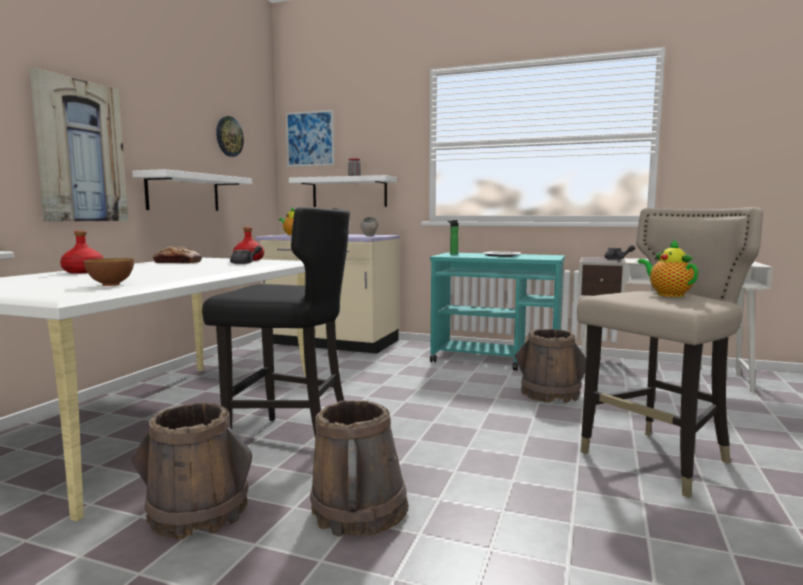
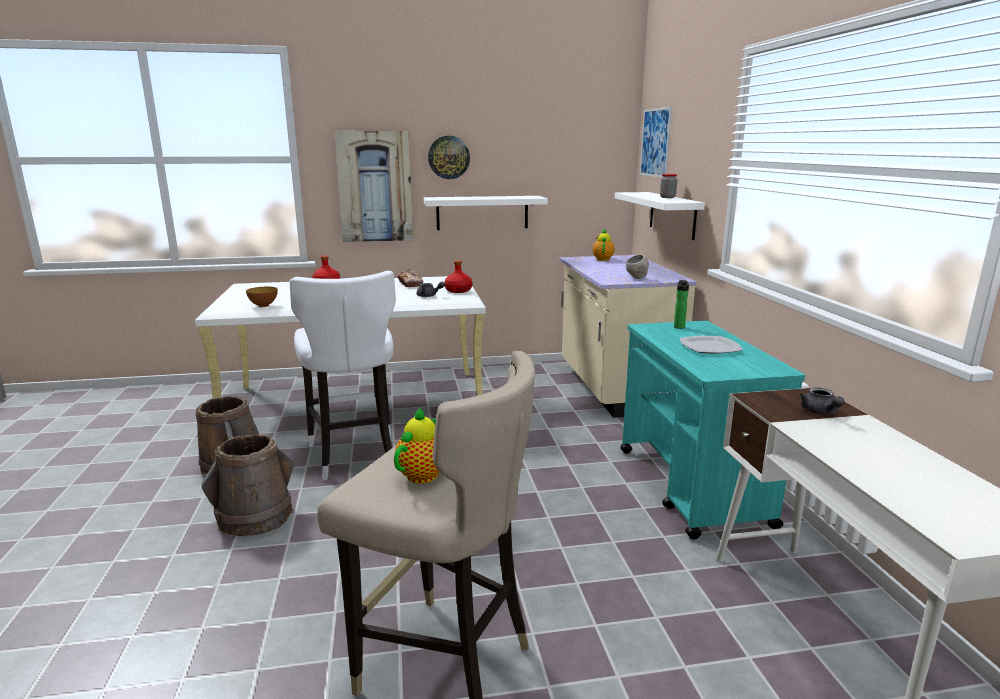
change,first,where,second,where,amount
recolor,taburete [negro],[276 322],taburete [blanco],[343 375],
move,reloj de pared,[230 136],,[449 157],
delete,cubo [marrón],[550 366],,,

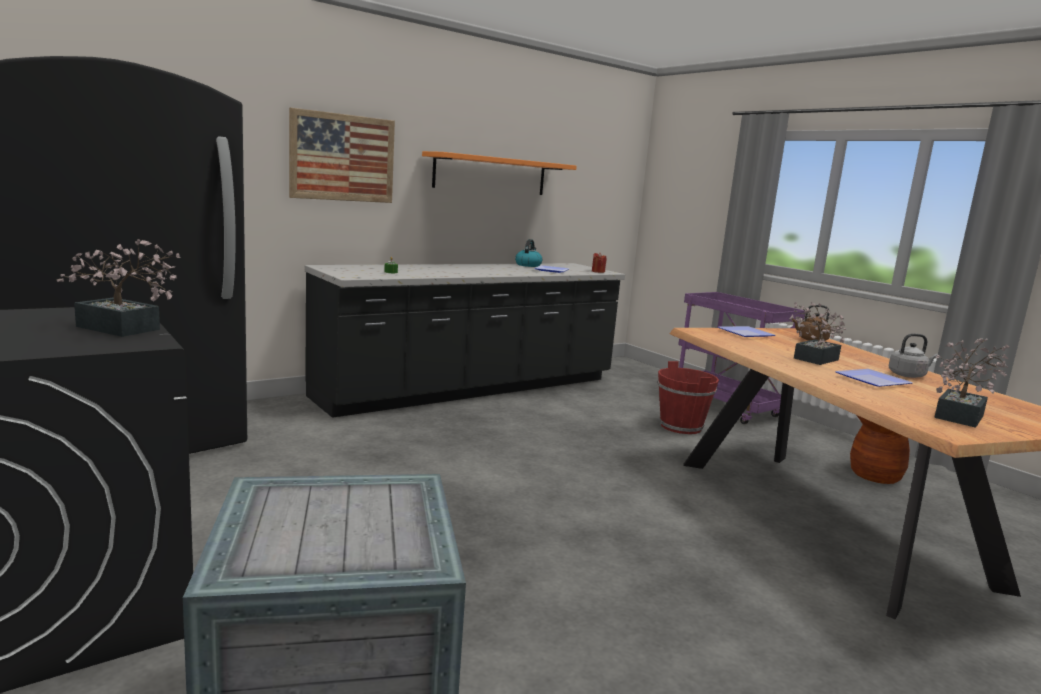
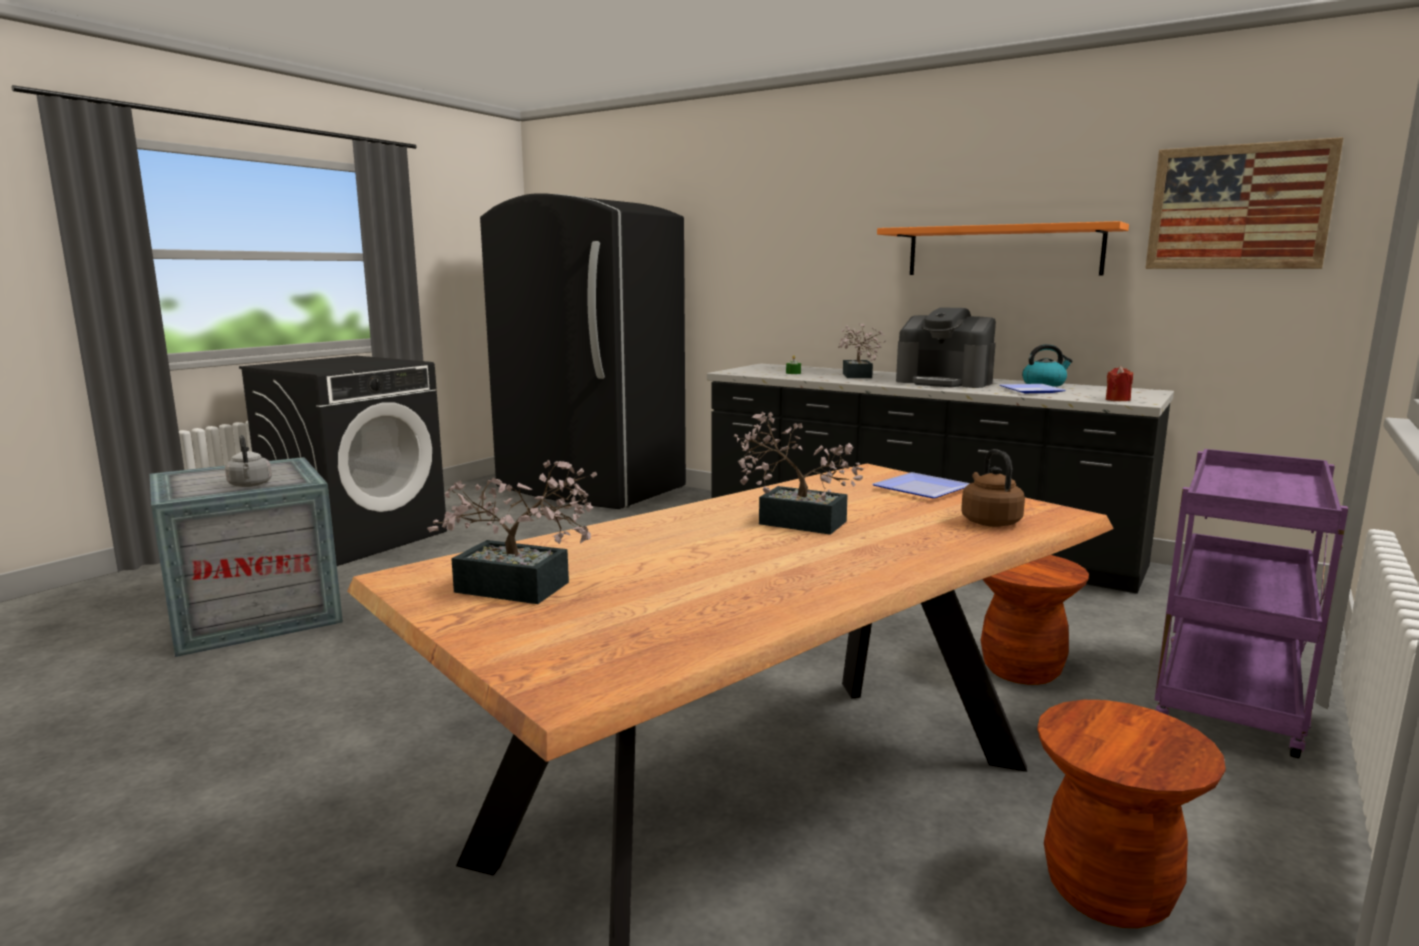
change,first,where,second,where,amount
move,hervidor [gris],[913 356],,[248 461],
move,planta en maceta,[118 288],,[862 350],
insert,,,cafetera,[946 347],
replace,cubo [rojo],[688 397],taburete [marrón],[1035 620],
move,cuadro,[342 155],,[1244 203],
delete,plato,[874 378],,,

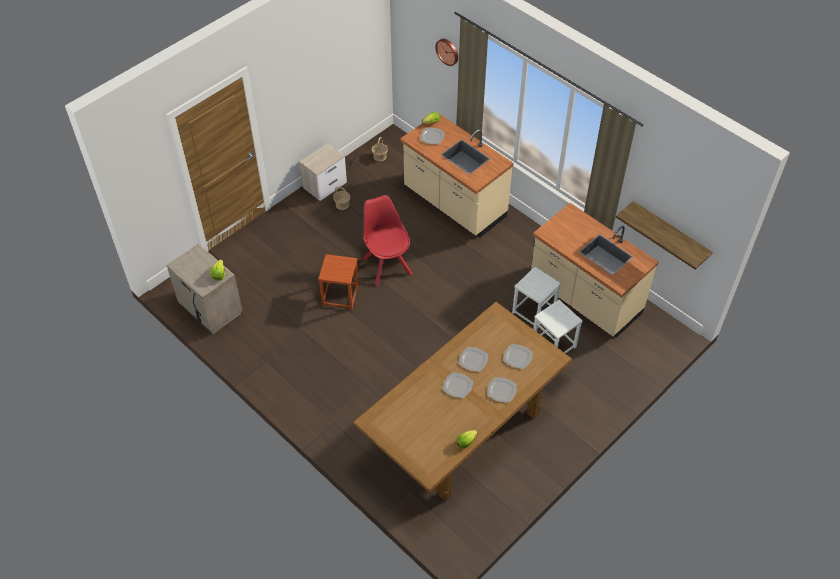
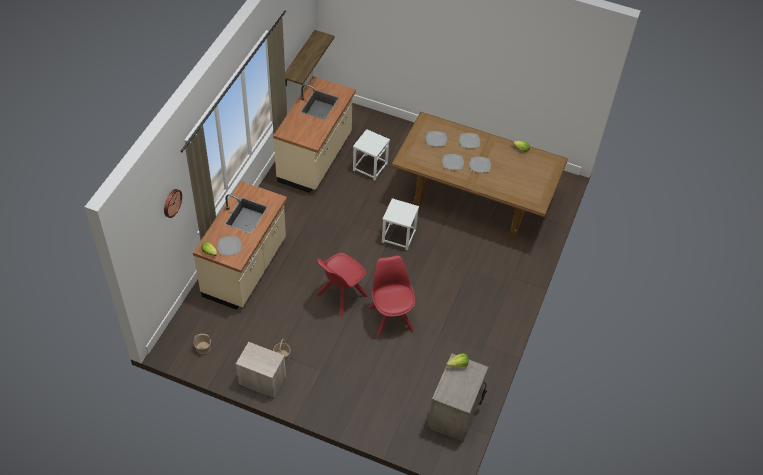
change,first,where,second,where,amount
replace,taburete [marrón],[338 282],silla [rojo],[392 297],
move,taburete [blanco],[536 298],,[400 224],

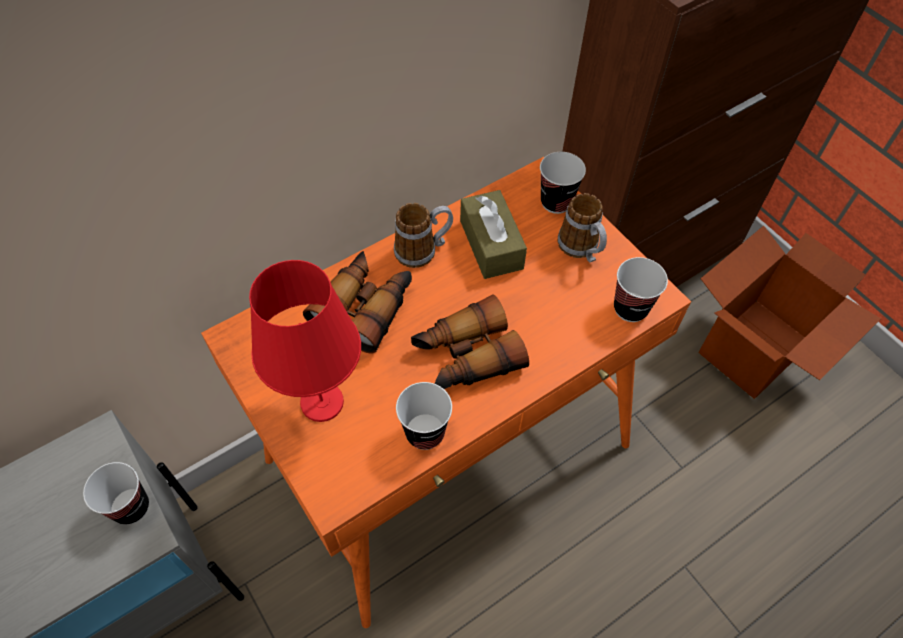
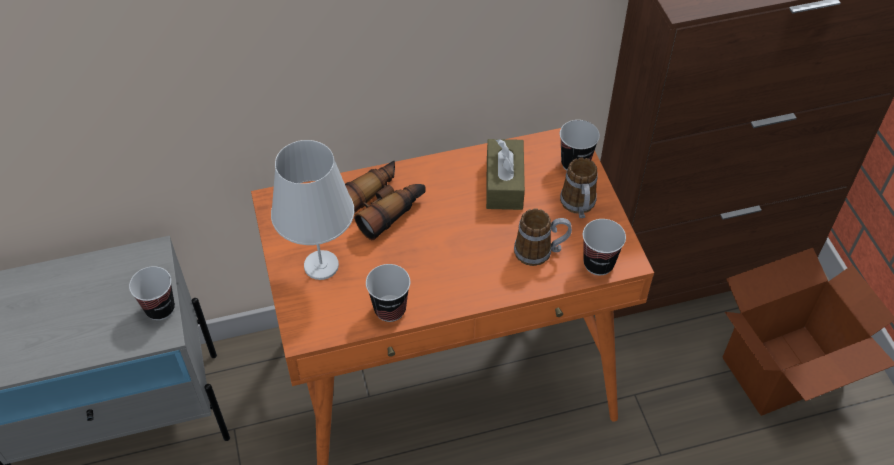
change,first,where,second,where,amount
recolor,lámpara de mesa [rojo],[305 341],lámpara de mesa [blanco],[312 210],
move,taza grande,[423 235],,[543 237],
delete,prismáticos,[470 341],,,

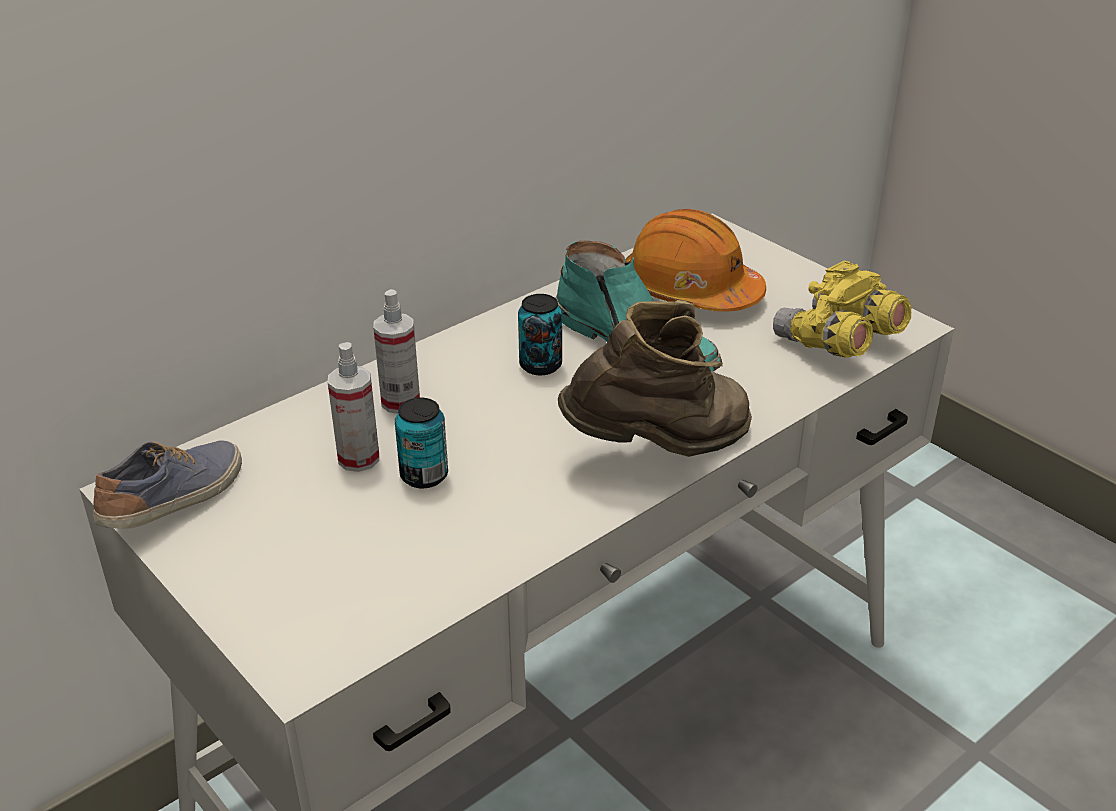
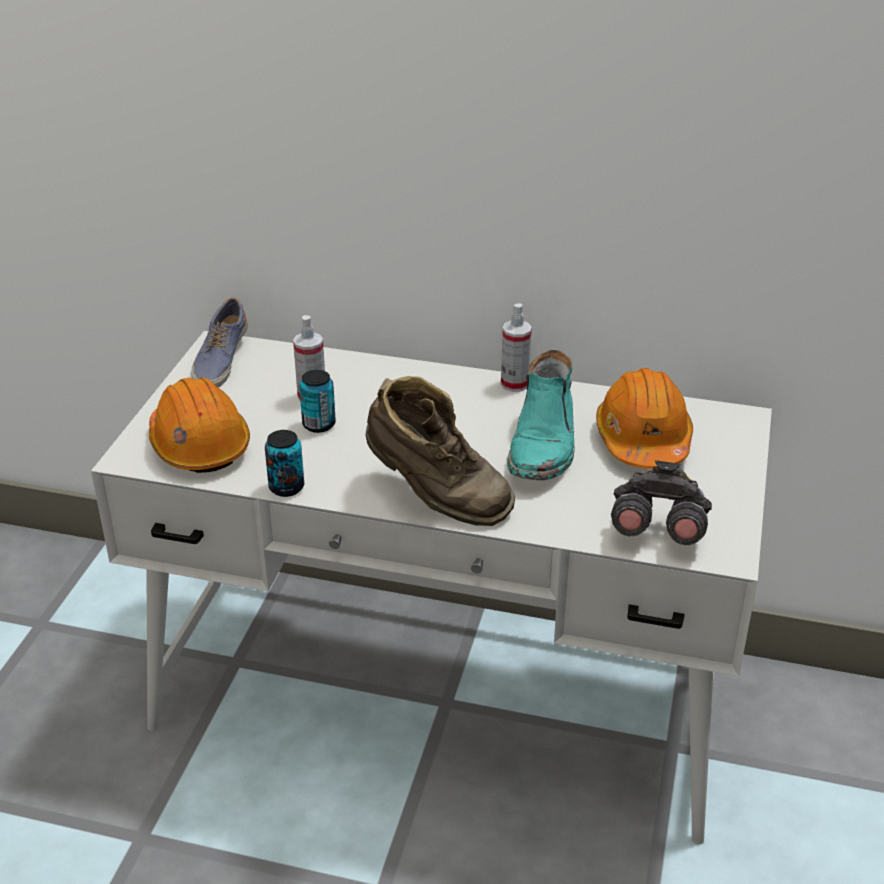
change,first,where,second,where,amount
insert,,,casco [naranja],[199 425],
rotate,zapato,[167 485],,[219 342],105 degrees clockwise
move,lata,[540 334],,[284 463],
move,pulverizador,[396 351],,[516 347],
recolor,prismáticos [amarillo],[842 309],prismáticos [gris],[661 502],

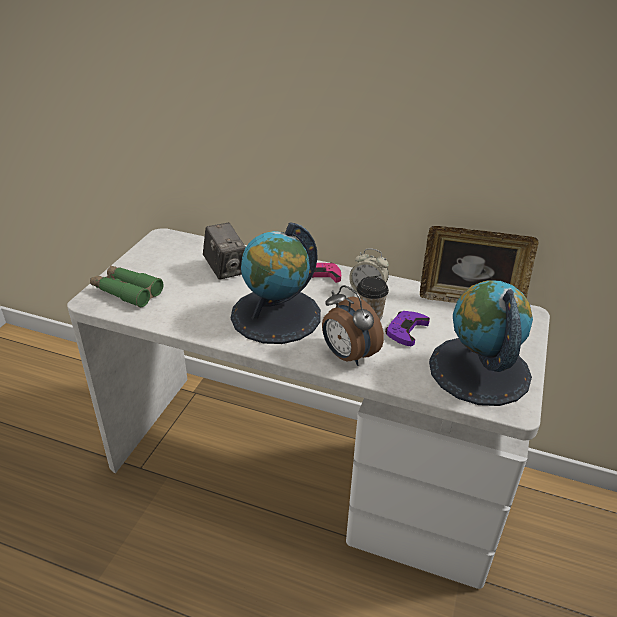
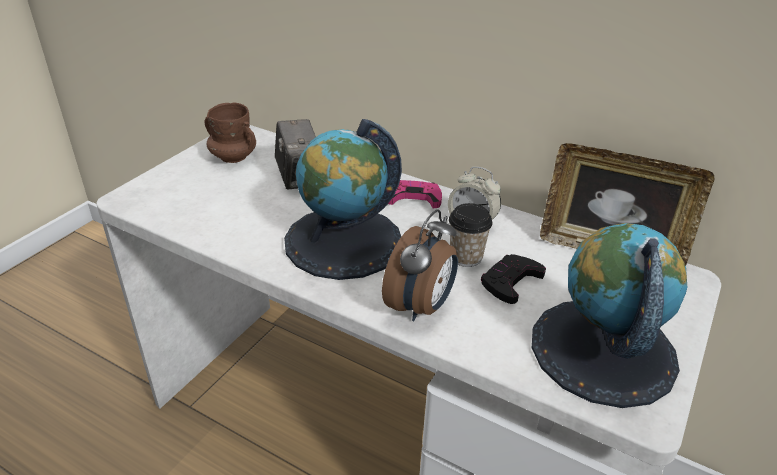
change,first,where,second,where,amount
insert,,,taza grande [marrón],[230 132],
rotate,despertador,[353 325],,[420 265],120 degrees counterclockwise
recolor,mando de consola [morado],[407 328],mando de consola [negro],[513 279],
delete,prismáticos [verde],[126 286],,,

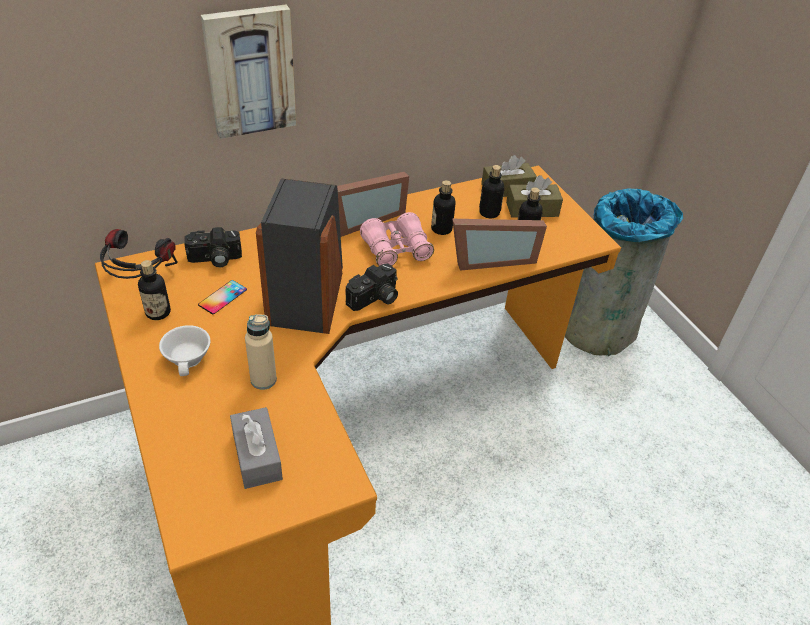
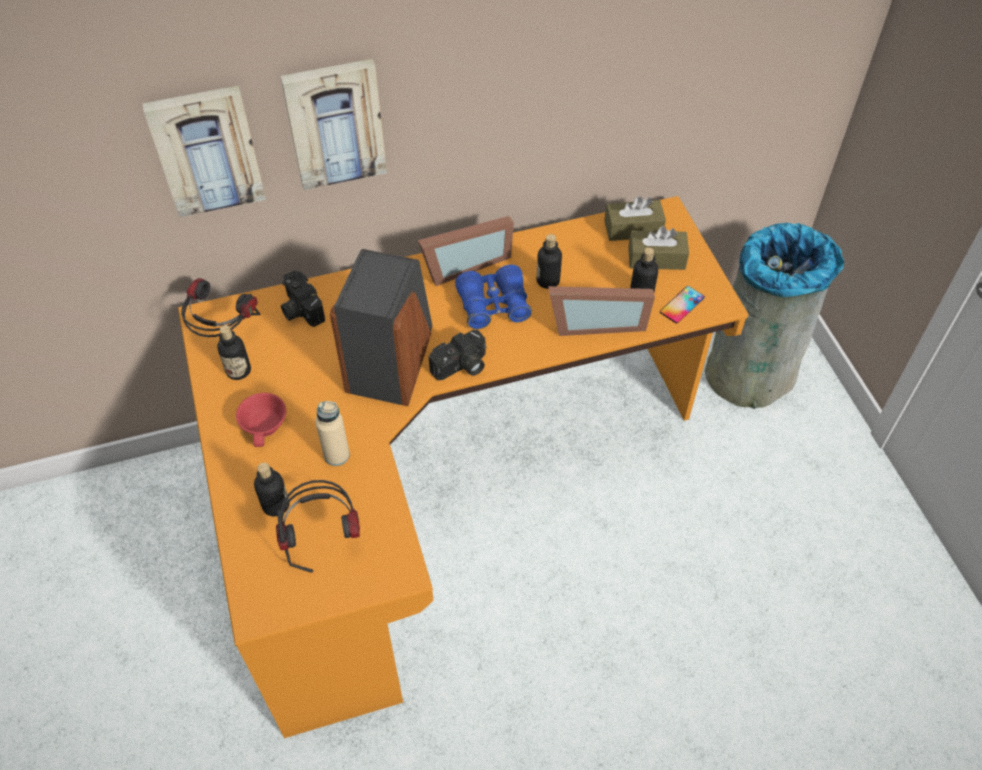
change,first,where,second,where,amount
insert,,,cuadro,[204 151],
recolor,taza [blanco],[185 350],taza [rojo],[261 420],
move,botella,[491 191],,[272 490],
replace,caja de pañuelos [gris],[256 448],auriculares,[318 526],
rotate,cámara,[213 247],,[303 298],60 degrees clockwise
recolor,prismáticos [rosa],[397 239],prismáticos [azul],[493 297],
move,móvil,[222 297],,[682 304],

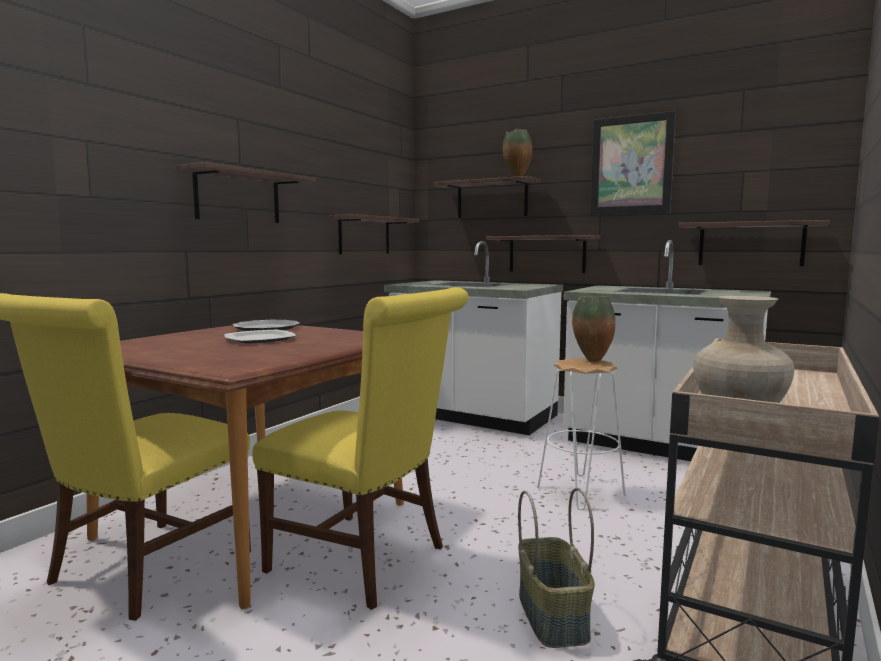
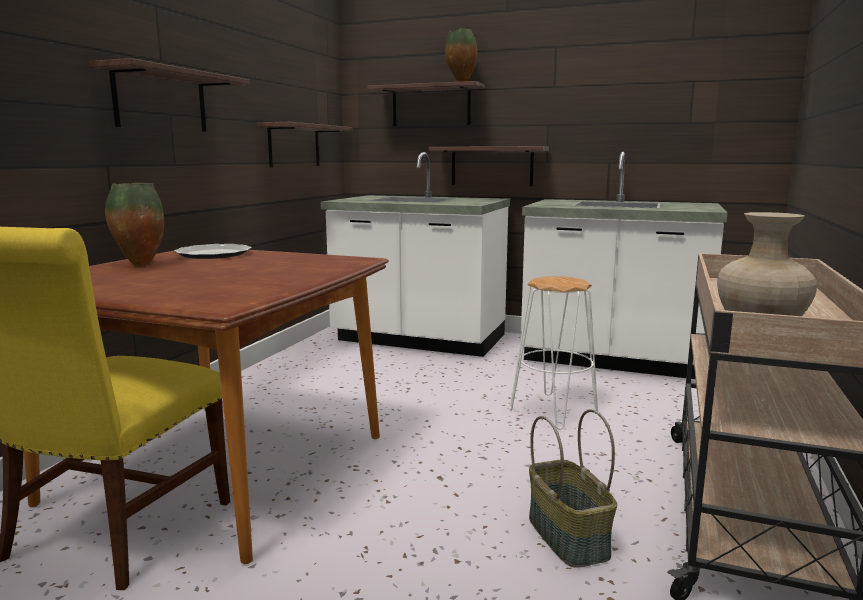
change,first,where,second,where,amount
move,florero,[593 329],,[134 224],
delete,plato,[260 337],,,
delete,silla [amarillo],[360 448],,,
delete,cuadro,[633 163],,,
delete,estante,[754 243],,,

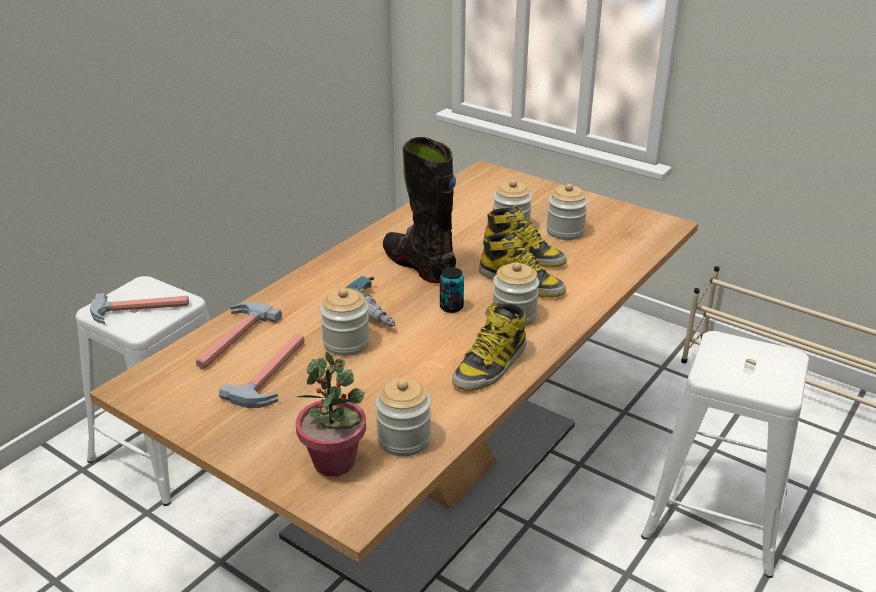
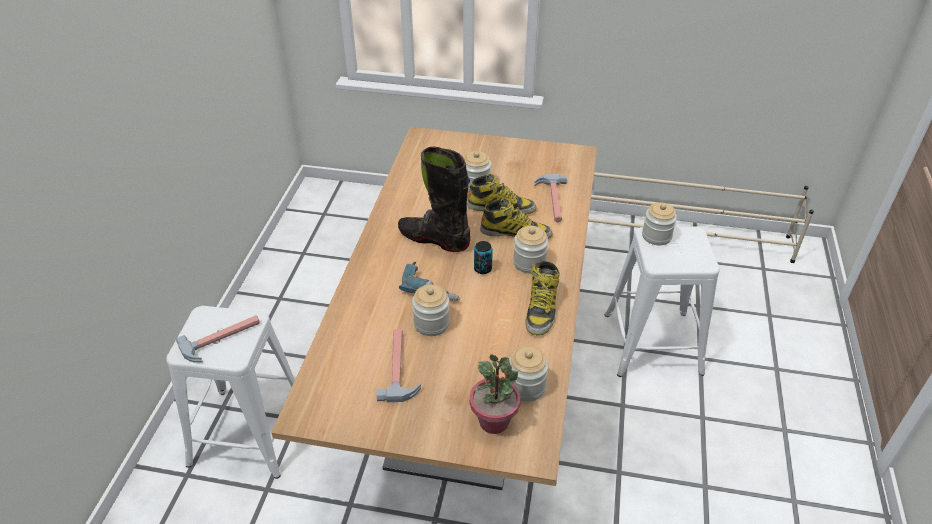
change,first,where,second,where,amount
move,martillo,[239 335],,[550 198],
move,tarro,[567 212],,[659 224],

